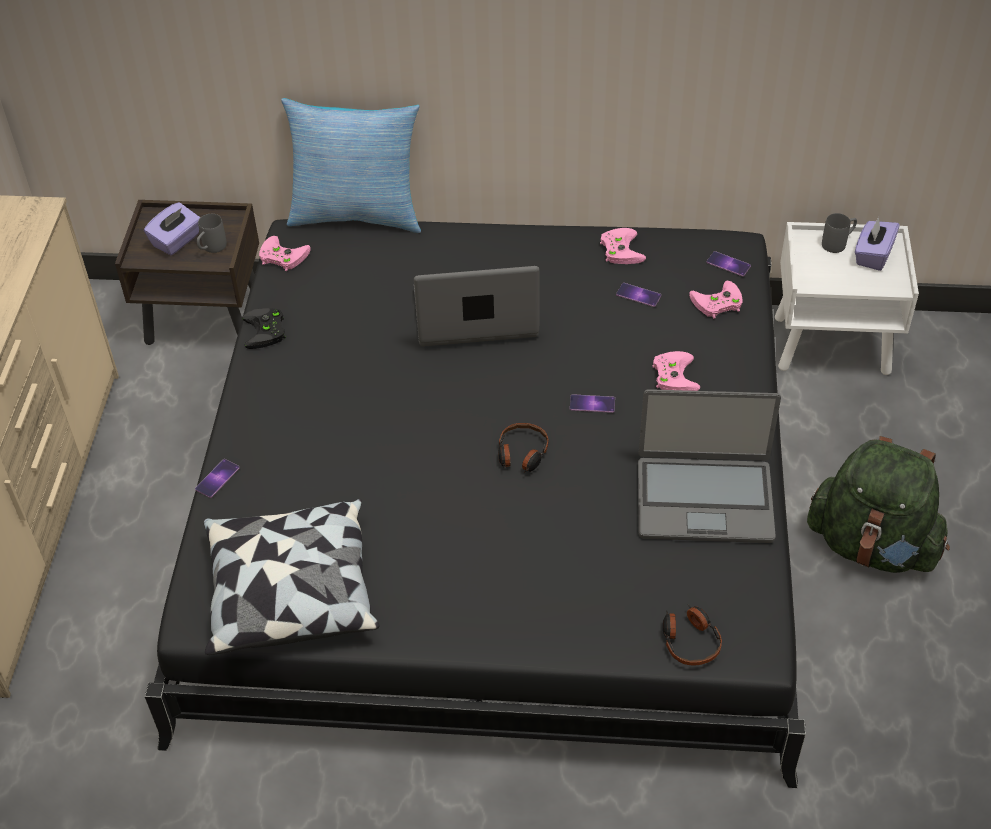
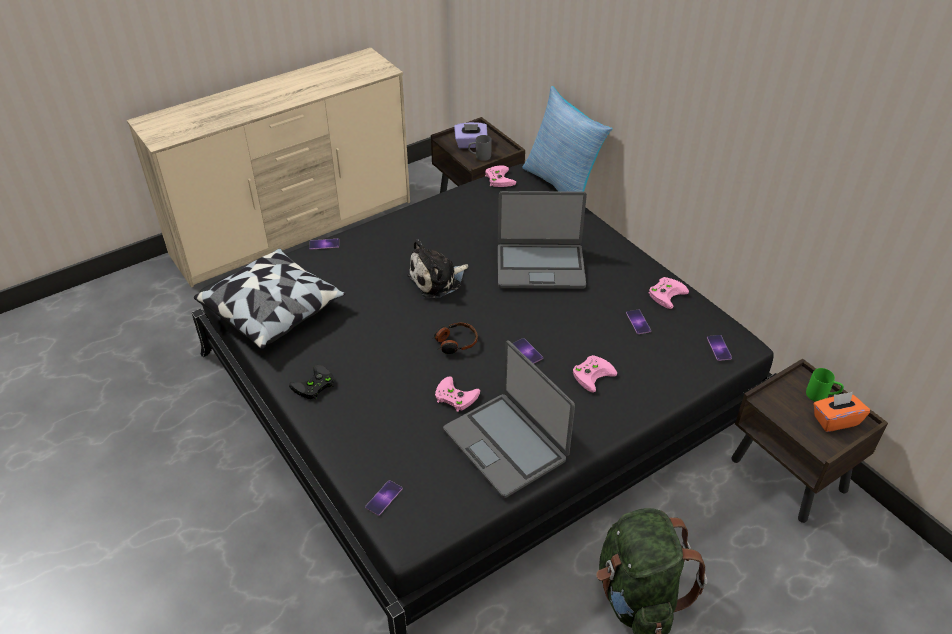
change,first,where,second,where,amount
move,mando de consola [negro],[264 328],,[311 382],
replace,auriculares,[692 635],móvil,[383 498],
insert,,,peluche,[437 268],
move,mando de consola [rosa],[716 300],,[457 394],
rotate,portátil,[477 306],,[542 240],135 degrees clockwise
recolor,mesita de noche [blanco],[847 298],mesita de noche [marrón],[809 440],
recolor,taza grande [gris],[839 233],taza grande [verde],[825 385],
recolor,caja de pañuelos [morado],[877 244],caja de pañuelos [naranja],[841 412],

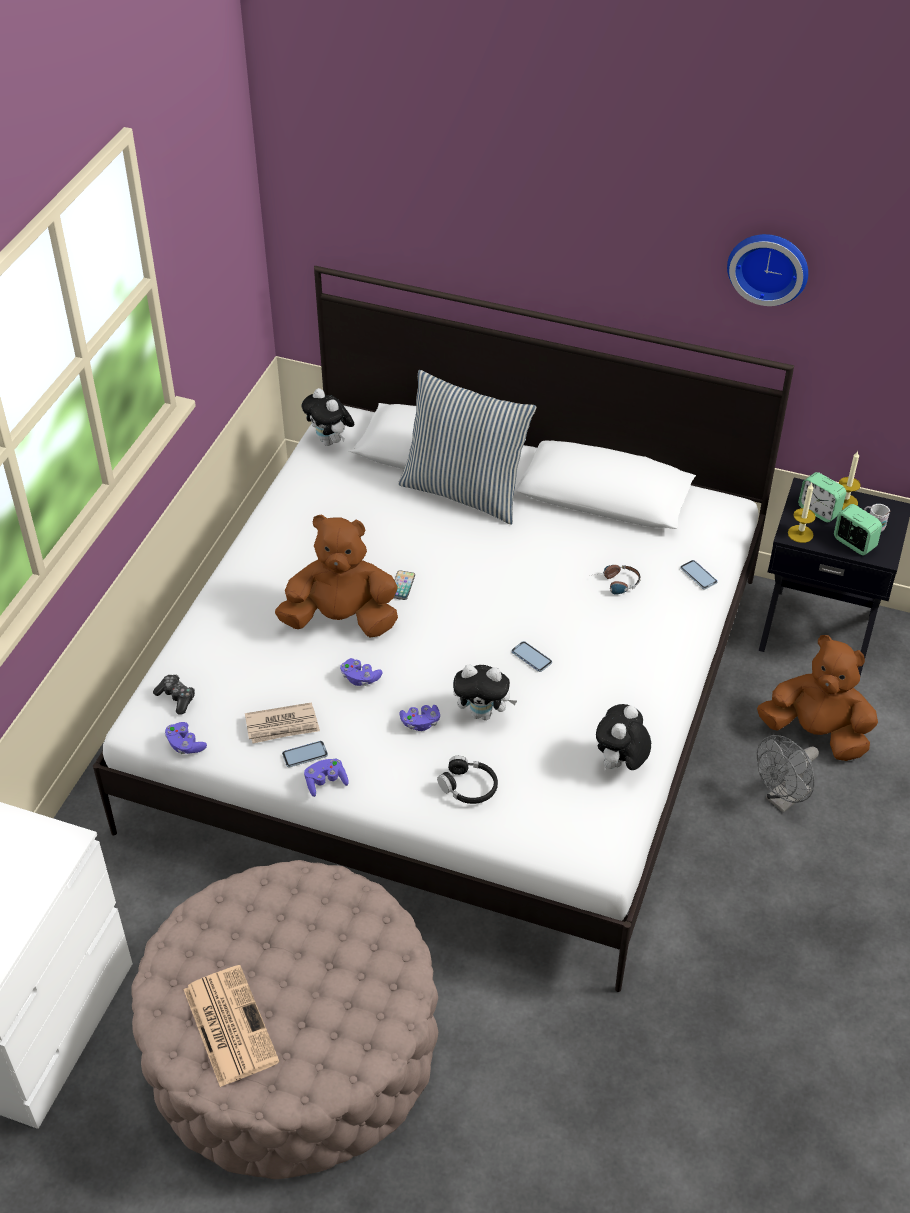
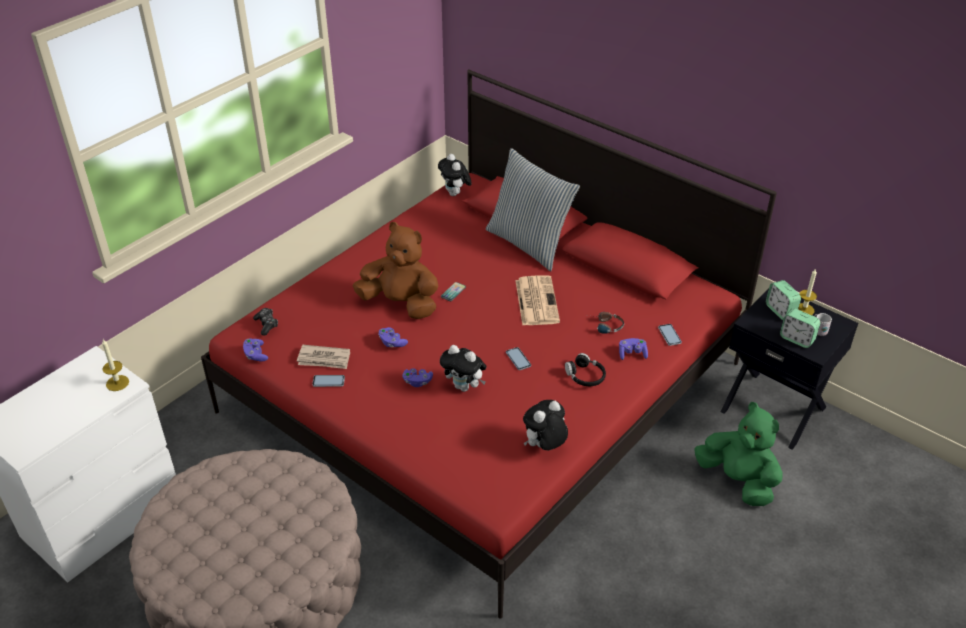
change,first,where,second,where,amount
move,vela,[802 513],,[115 365],
recolor,cama [blanco],[443 629],cama [rojo],[489 344],
move,periódico,[232 1026],,[537 300],
move,auriculares [negro],[467 780],,[585 369],
move,mando de consola [morado],[326 778],,[633 349],
recolor,peluche [marrón],[817 698],peluche [verde],[738 454],
rotate,despertador,[858 529],,[800 328],150 degrees clockwise
delete,reloj de pared,[767 270],,,
delete,ventilador [gris],[788 774],,,

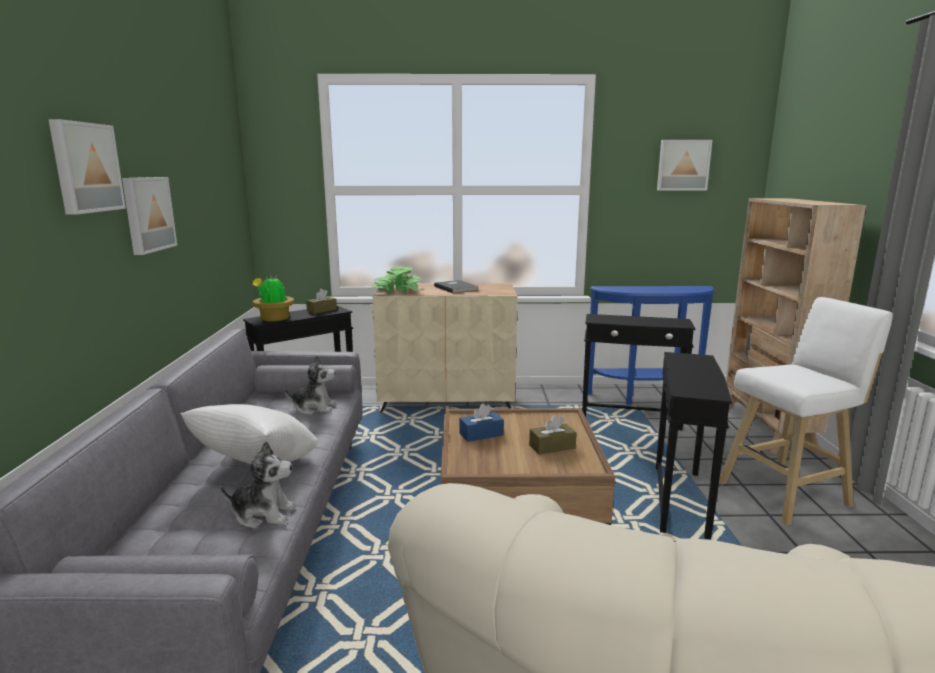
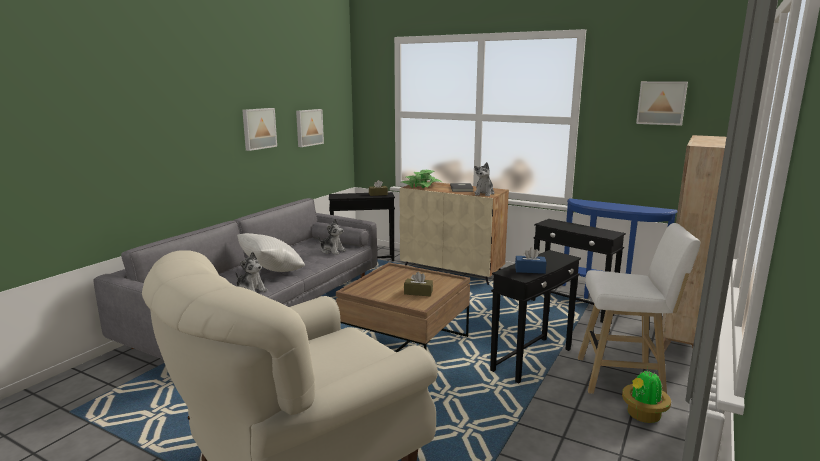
change,first,where,second,where,amount
move,cuadro,[87 167],,[310 128],
insert,,,peluche,[484 179],
move,caja de pañuelos [azul],[481 423],,[530 260],
move,planta en maceta,[273 298],,[646 396],

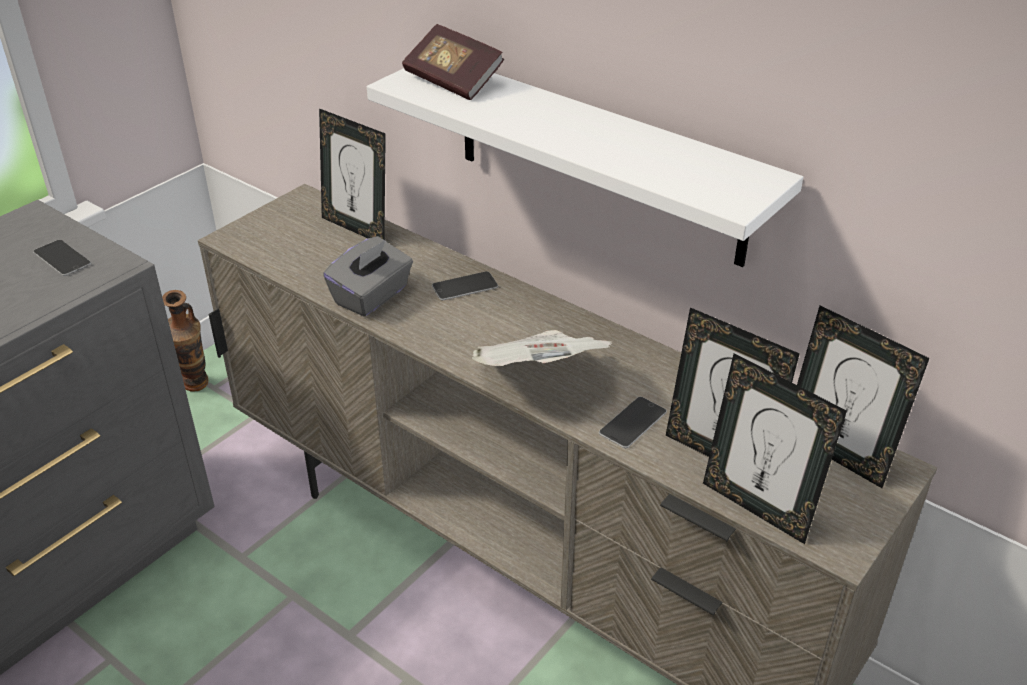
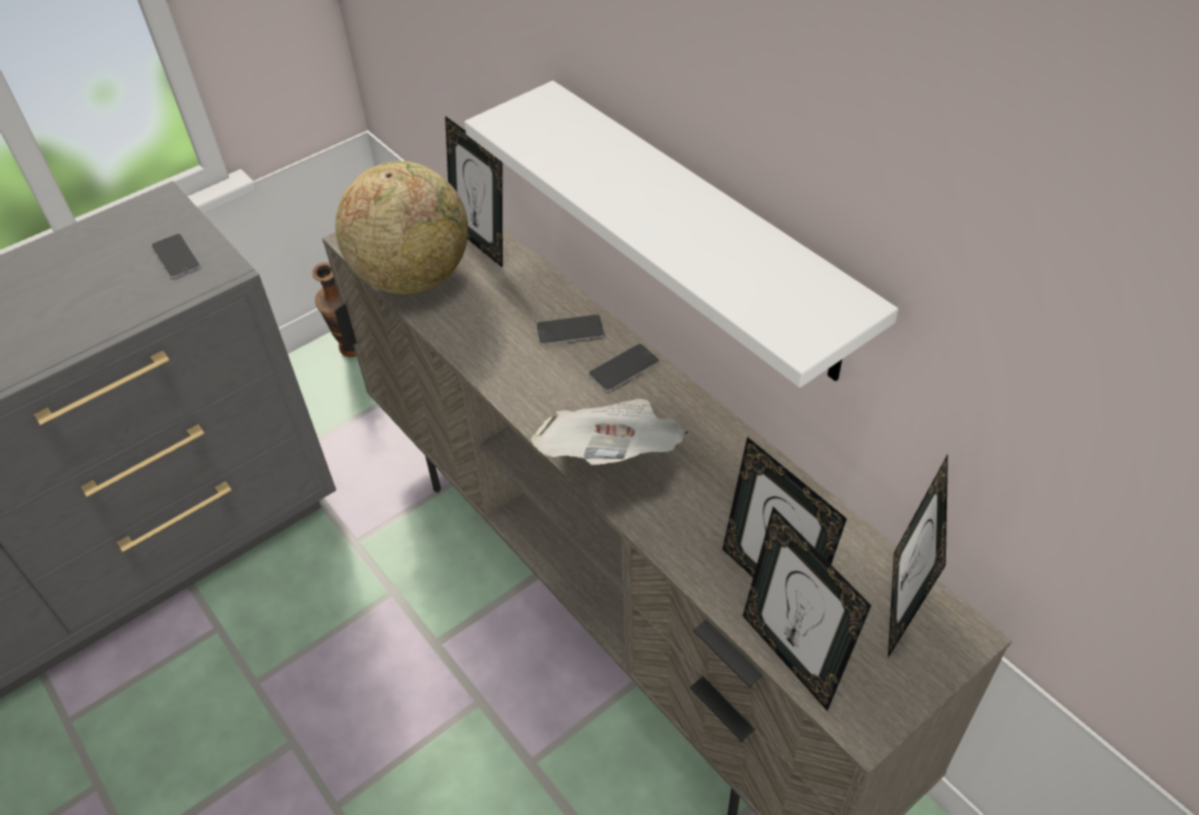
change,first,where,second,where,amount
insert,,,globo terráqueo,[401 227],
move,móvil,[633 422],,[623 368],
rotate,portarretratos,[863 396],,[918 555],45 degrees clockwise
delete,caja de pañuelos [gris],[368 276],,,
delete,libro,[453 62],,,

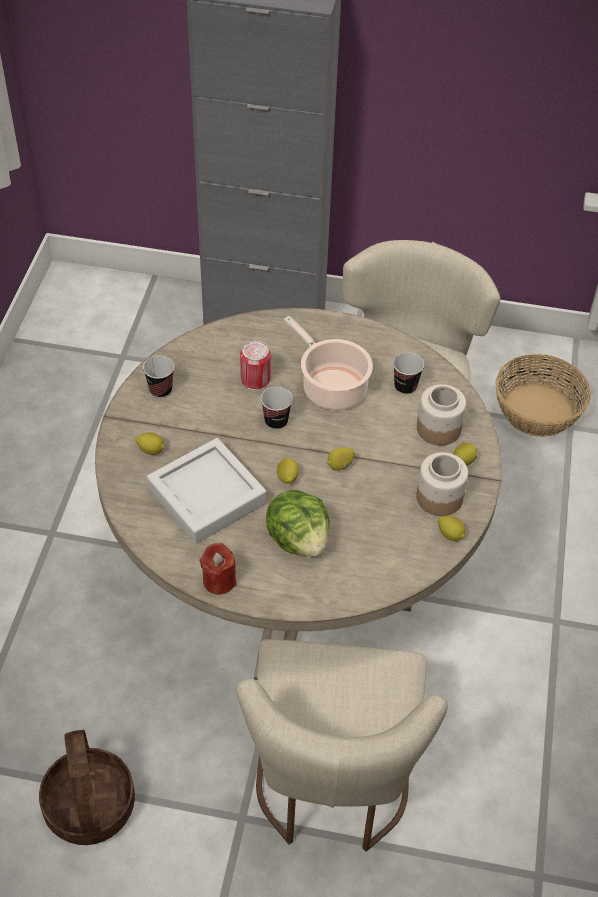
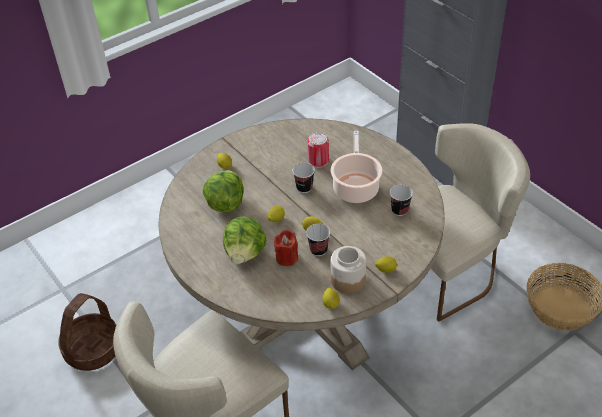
change,first,where,second,where,amount
replace,bandeja [gris],[207 491],lechuga,[223 191],
move,vela [rojo],[218 569],,[286 248],
move,taza,[158 377],,[318 240],
delete,tarro,[441 414],,,

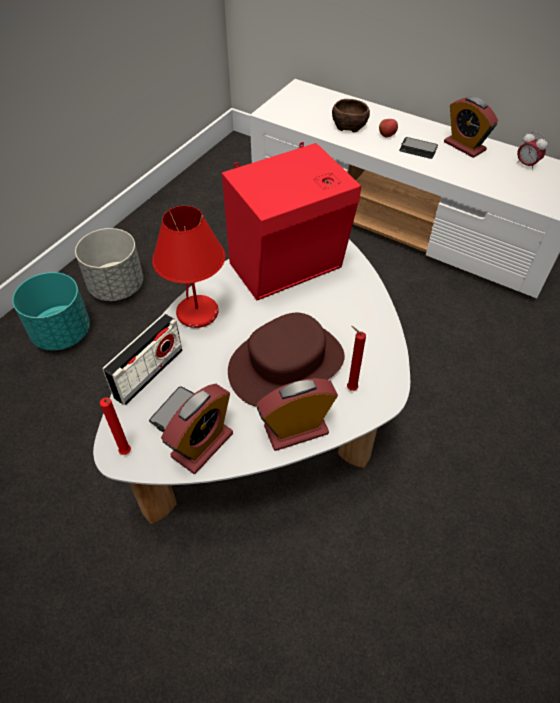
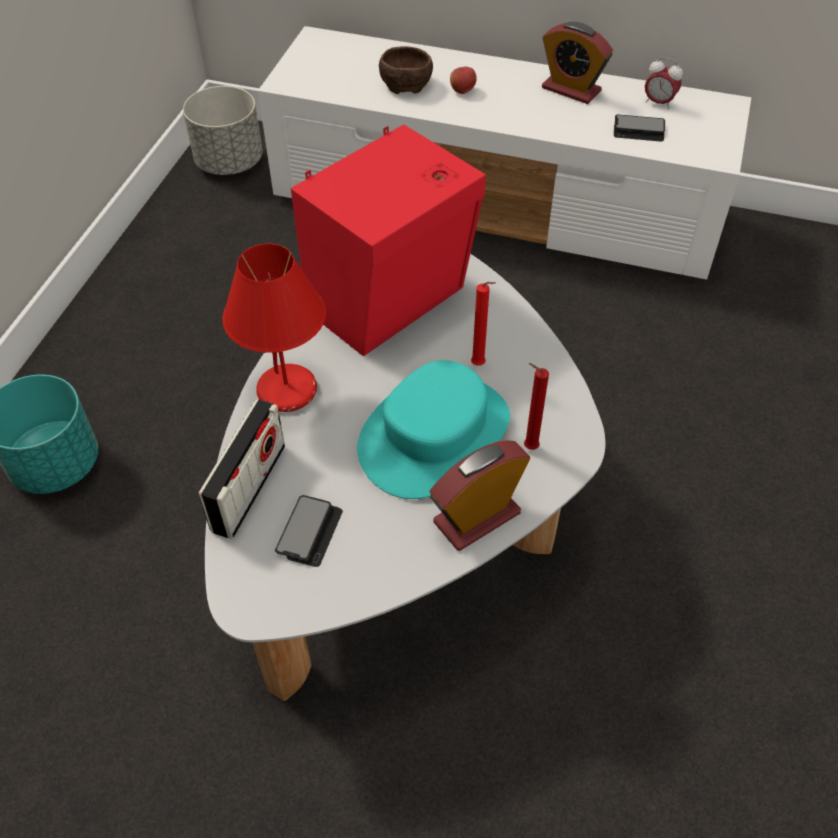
change,first,where,second,where,amount
move,maceta [gris],[109 264],,[222 130],
recolor,sombrero [marrón],[286 360],sombrero [turquesa],[433 429],
move,vela [rojo],[115 426],,[483 324],
move,móvil,[418 148],,[639 128],
delete,despertador,[197 429],,,

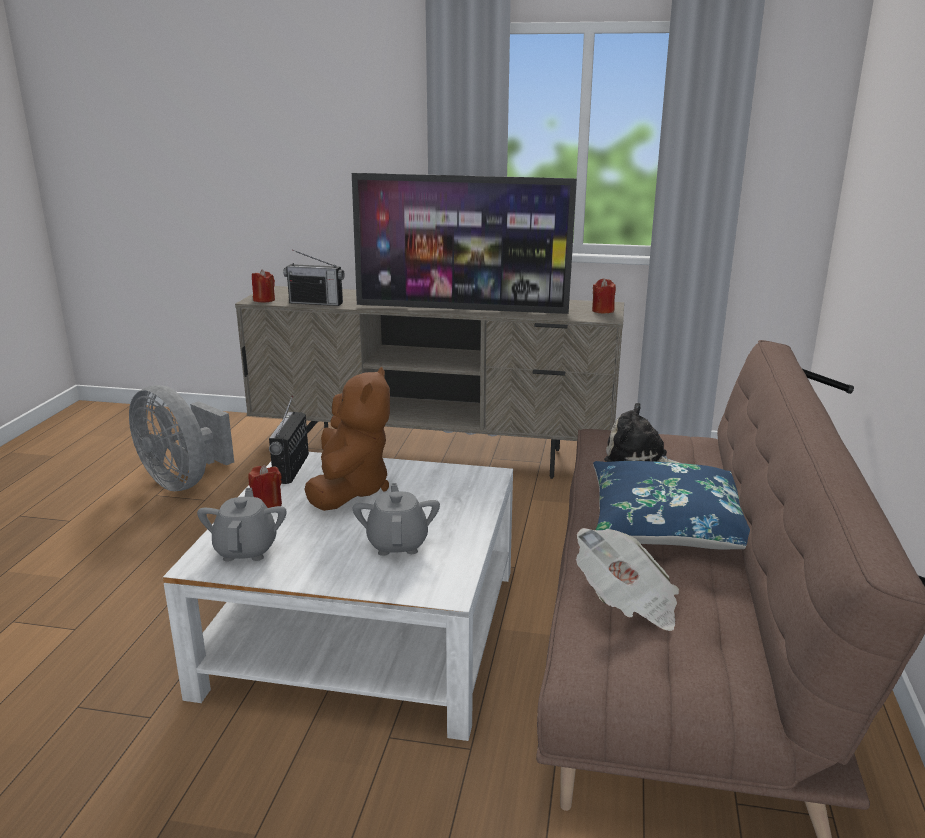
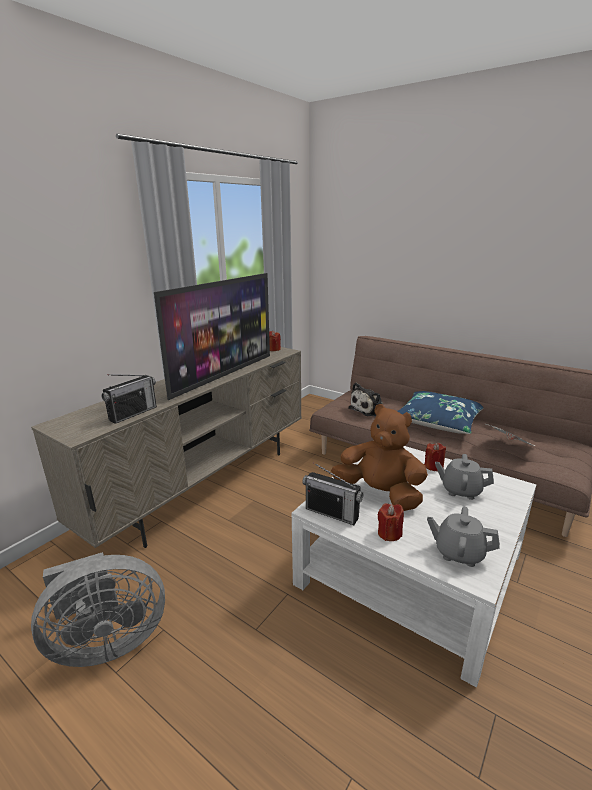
change,first,where,second,where,amount
move,vela [rojo],[263 285],,[435 457],

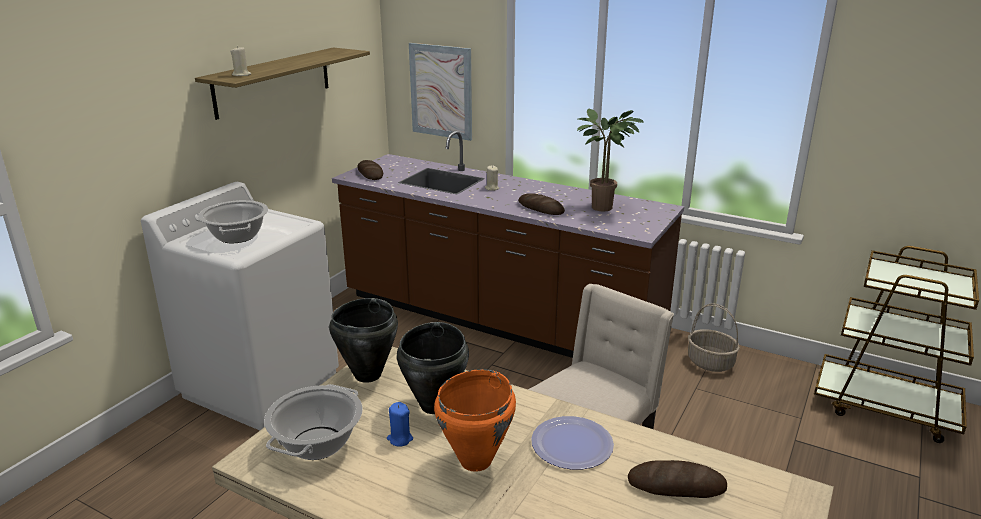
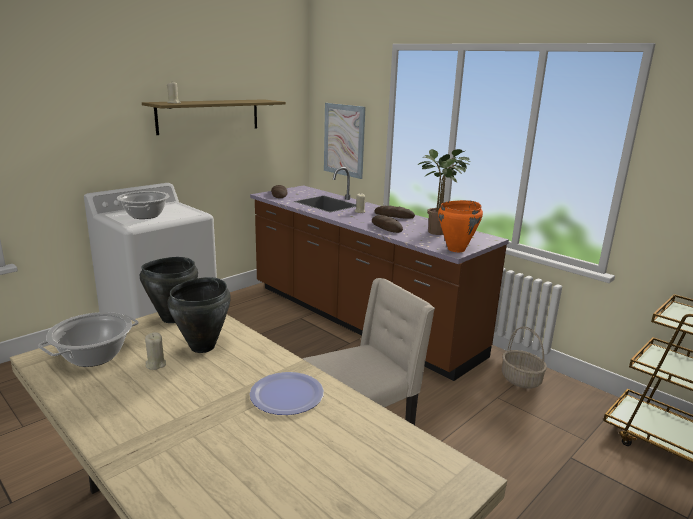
change,first,where,second,where,amount
recolor,vela [azul],[400 424],vela [beis],[155 351],
move,pan,[677 479],,[394 211],
move,olla [naranja],[475 420],,[460 226],

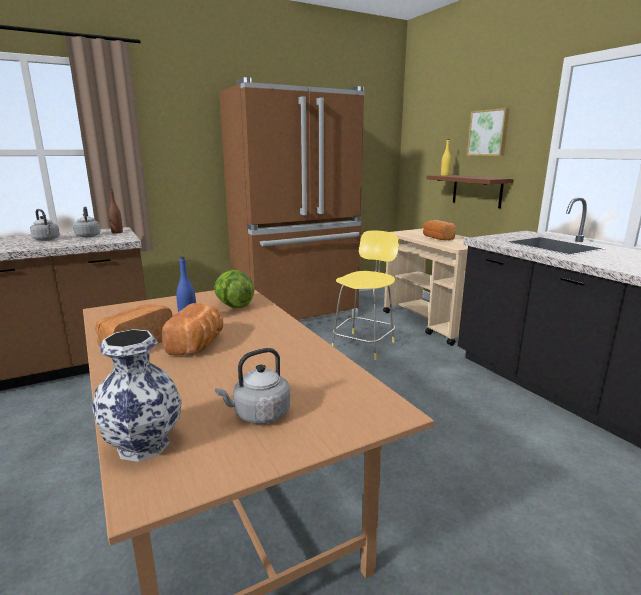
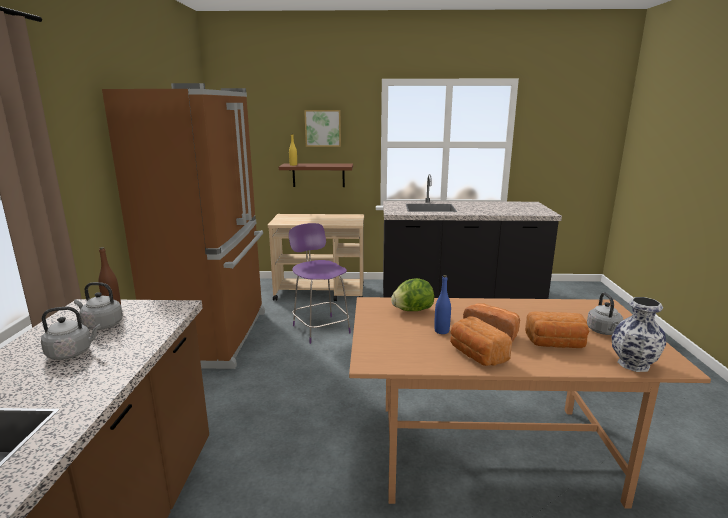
change,first,where,second,where,amount
recolor,taburete [amarillo],[365 295],taburete [morado],[320 283],
move,pan,[439 230],,[557 329],

